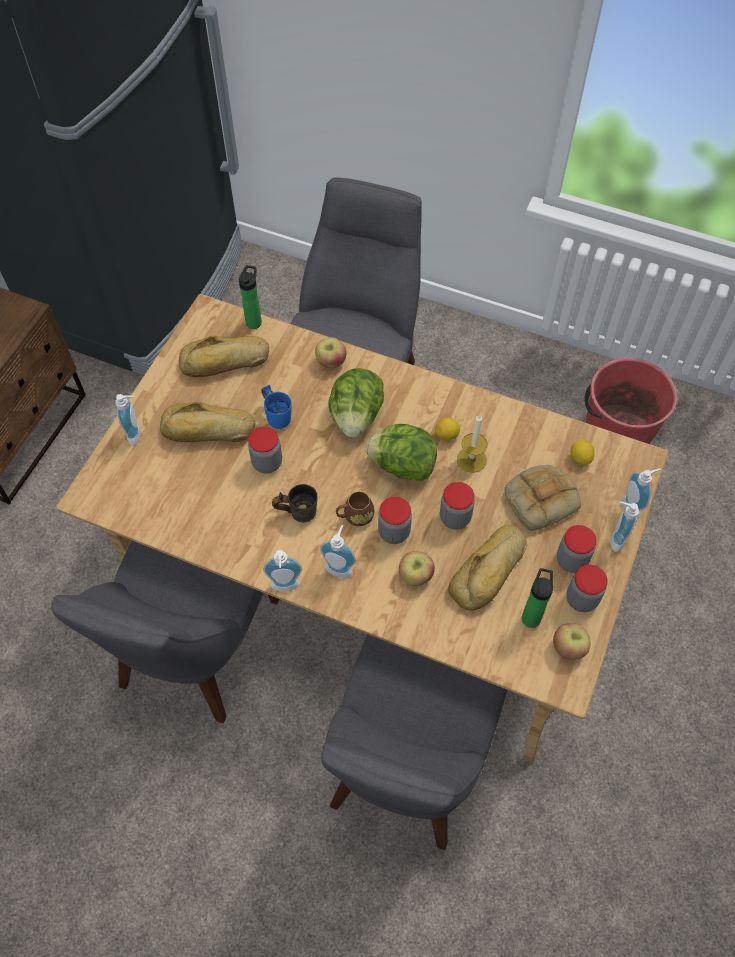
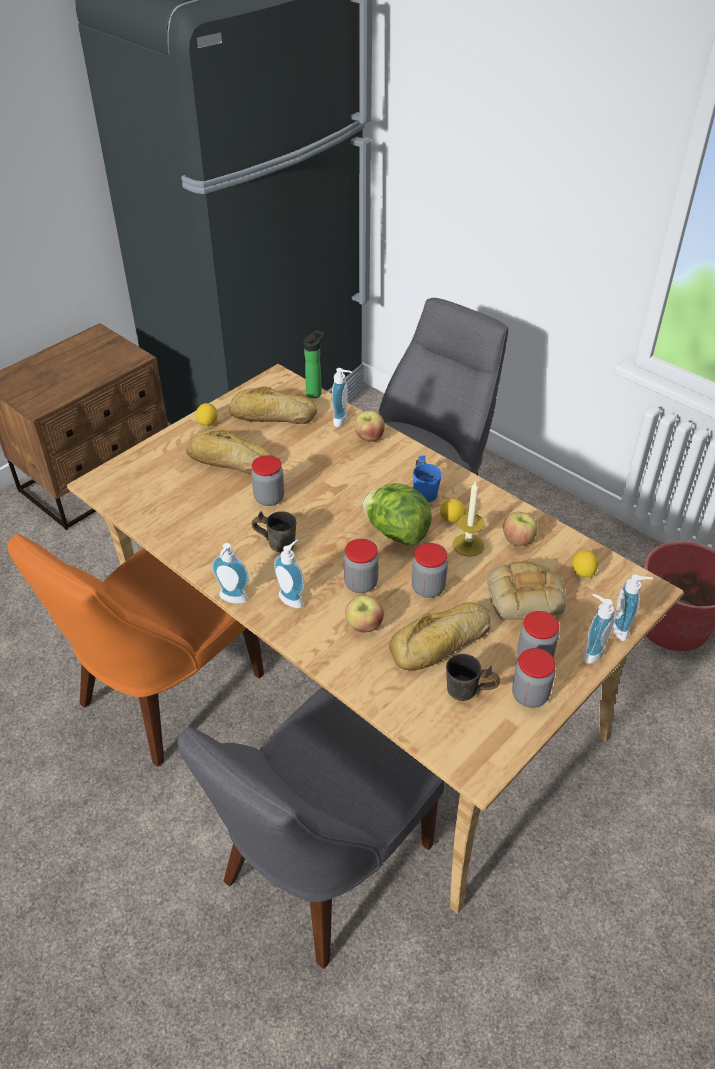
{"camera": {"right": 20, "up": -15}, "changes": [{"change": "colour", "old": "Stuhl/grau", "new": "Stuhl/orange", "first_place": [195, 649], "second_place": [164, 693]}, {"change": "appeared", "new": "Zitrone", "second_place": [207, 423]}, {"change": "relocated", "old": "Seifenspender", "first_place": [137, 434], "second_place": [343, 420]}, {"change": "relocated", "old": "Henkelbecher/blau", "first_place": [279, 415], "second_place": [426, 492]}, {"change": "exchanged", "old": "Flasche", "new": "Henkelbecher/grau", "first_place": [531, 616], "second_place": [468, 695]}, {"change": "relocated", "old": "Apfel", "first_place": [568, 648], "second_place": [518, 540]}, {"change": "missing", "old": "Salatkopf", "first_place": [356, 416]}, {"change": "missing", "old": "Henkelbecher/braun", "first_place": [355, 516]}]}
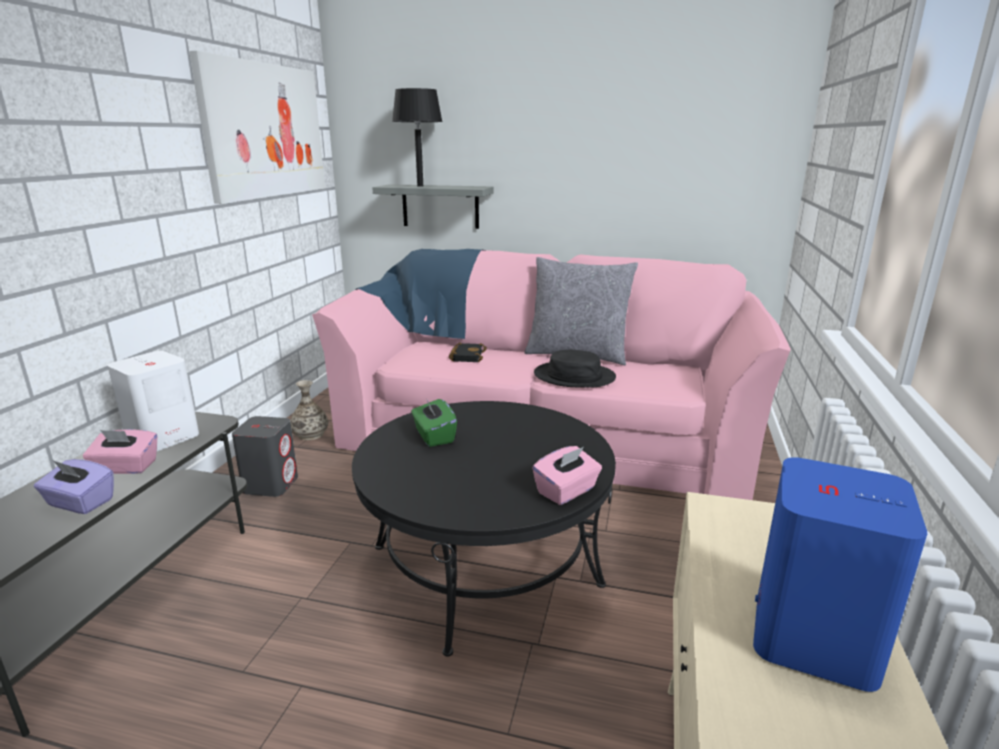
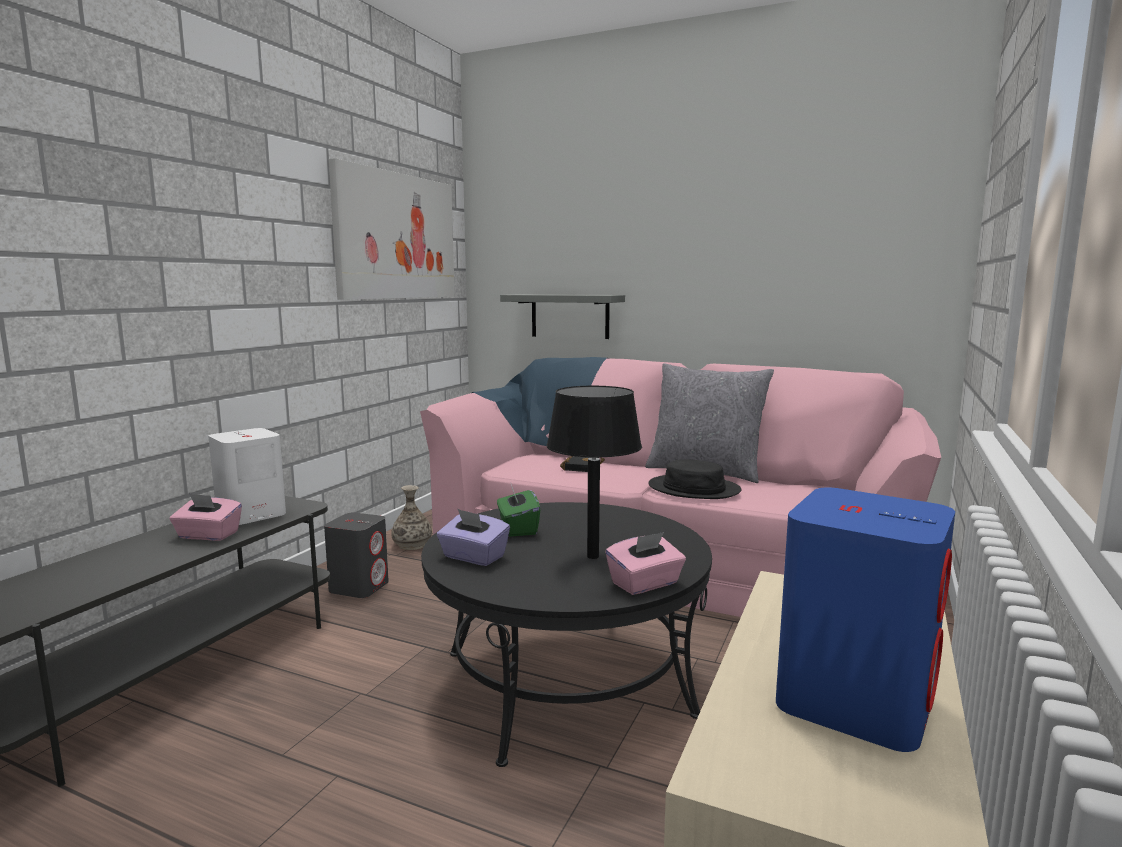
{"camera": {"right": 10, "up": -10}, "changes": [{"change": "relocated", "old": "Taschentuchbox/lila", "first_place": [80, 503], "second_place": [473, 557]}, {"change": "relocated", "old": "Tischlampe/schwarz", "first_place": [420, 186], "second_place": [592, 556]}]}
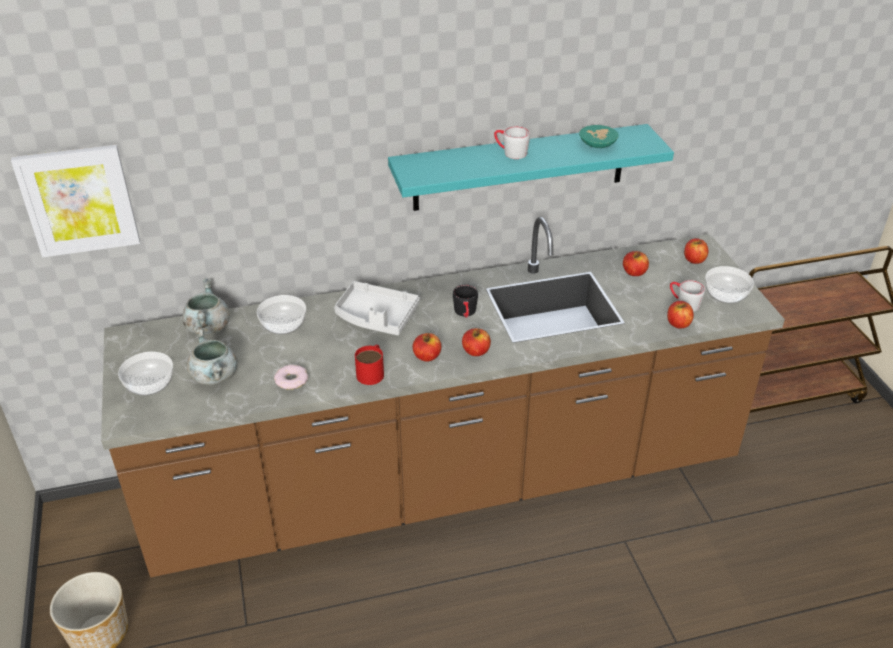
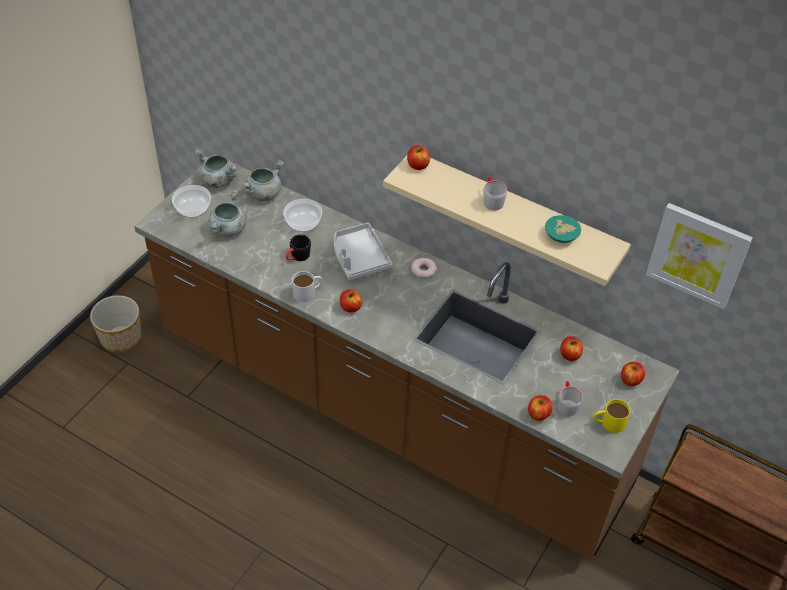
{"camera": {"right": 45, "up": 10}, "changes": [{"change": "appeared", "new": "Kochtopf/grau", "second_place": [217, 181]}, {"change": "relocated", "old": "Henkelbecher/schwarz", "first_place": [466, 313], "second_place": [297, 257]}, {"change": "colour", "old": "Henkelbecher/rot", "new": "Henkelbecher/weiß", "first_place": [372, 371], "second_place": [308, 292]}, {"change": "colour", "old": "Wandregal/türkis", "new": "Wandregal/beige", "first_place": [519, 167], "second_place": [514, 215]}, {"change": "relocated", "old": "Apfel", "first_place": [476, 351], "second_place": [417, 165]}, {"change": "relocated", "old": "Donut", "first_place": [291, 380], "second_place": [423, 270]}, {"change": "exchanged", "old": "Schüssel", "new": "Henkelbecher/gelb", "first_place": [726, 295], "second_place": [608, 423]}, {"change": "relocated", "old": "Bild", "first_place": [78, 200], "second_place": [698, 254]}]}
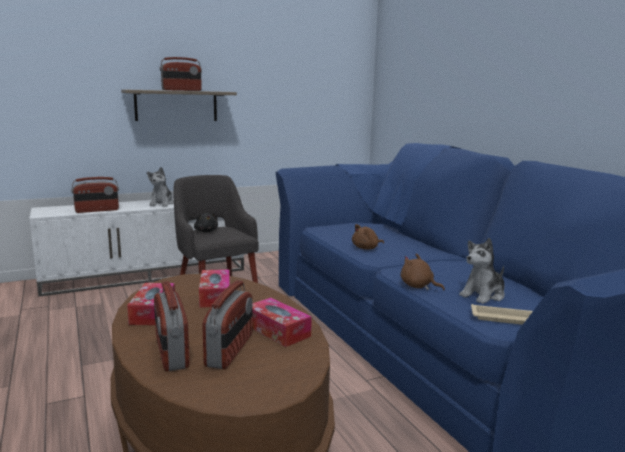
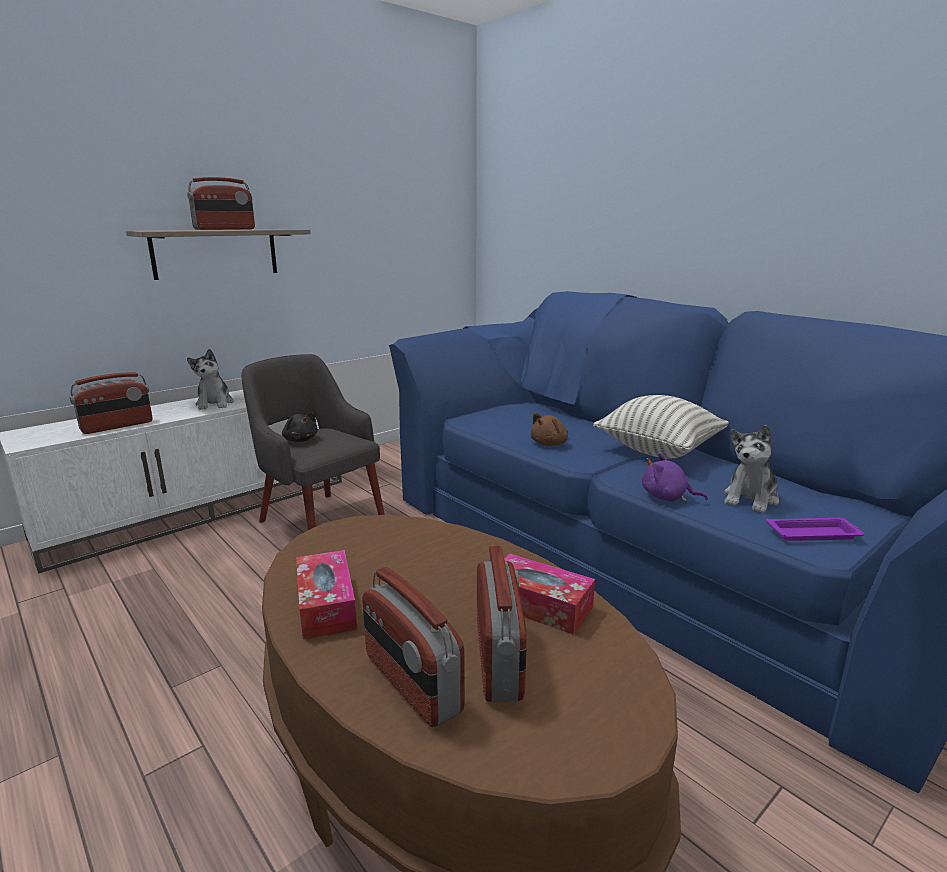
{"camera": {"right": -15, "up": 5}, "changes": [{"change": "appeared", "new": "Kissen", "second_place": [658, 450]}, {"change": "colour", "old": "Plüschtier/braun", "new": "Plüschtier/lila", "first_place": [418, 286], "second_place": [667, 497]}, {"change": "colour", "old": "Tablett/beige", "new": "Tablett/lila", "first_place": [505, 319], "second_place": [814, 534]}, {"change": "missing", "old": "Taschentuchbox", "first_place": [215, 296]}]}
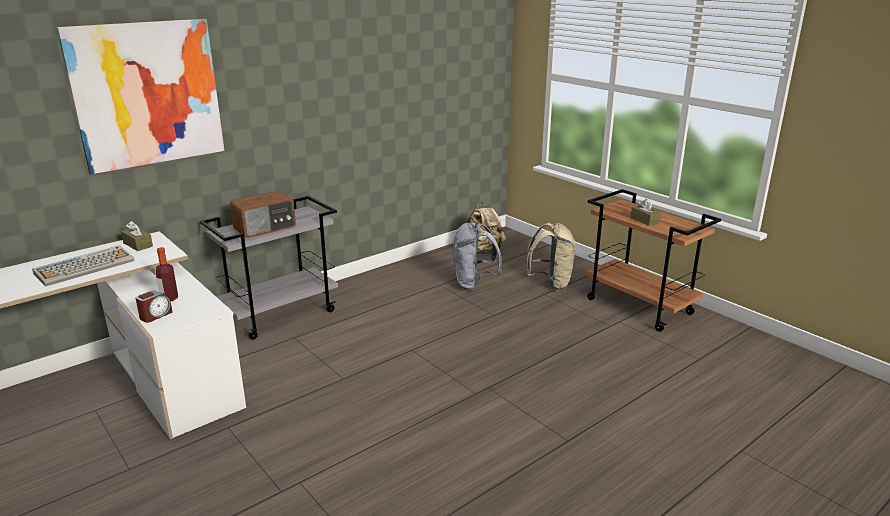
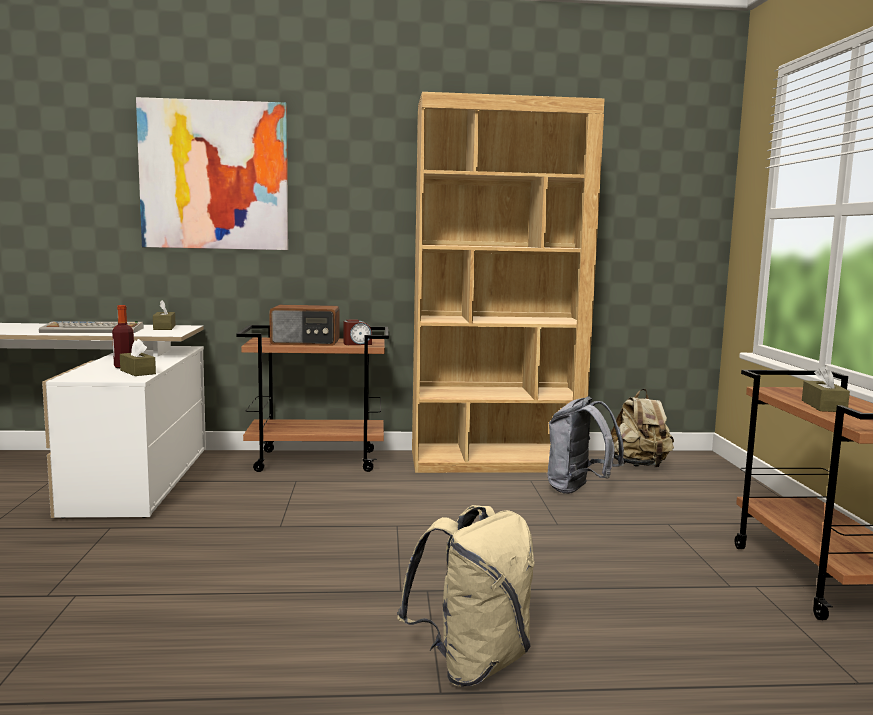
{"camera": {"right": 35, "up": -15}, "changes": [{"change": "appeared", "new": "Taschentuchbox/braun", "second_place": [137, 372]}, {"change": "colour", "old": "Rollwagen/grau", "new": "Rollwagen/braun", "first_place": [281, 314], "second_place": [318, 461]}, {"change": "relocated", "old": "Wecker", "first_place": [155, 315], "second_place": [357, 344]}, {"change": "relocated", "old": "Rucksack/beige", "first_place": [550, 283], "second_place": [472, 664]}, {"change": "appeared", "new": "Bücherregal/braun", "second_place": [495, 462]}]}
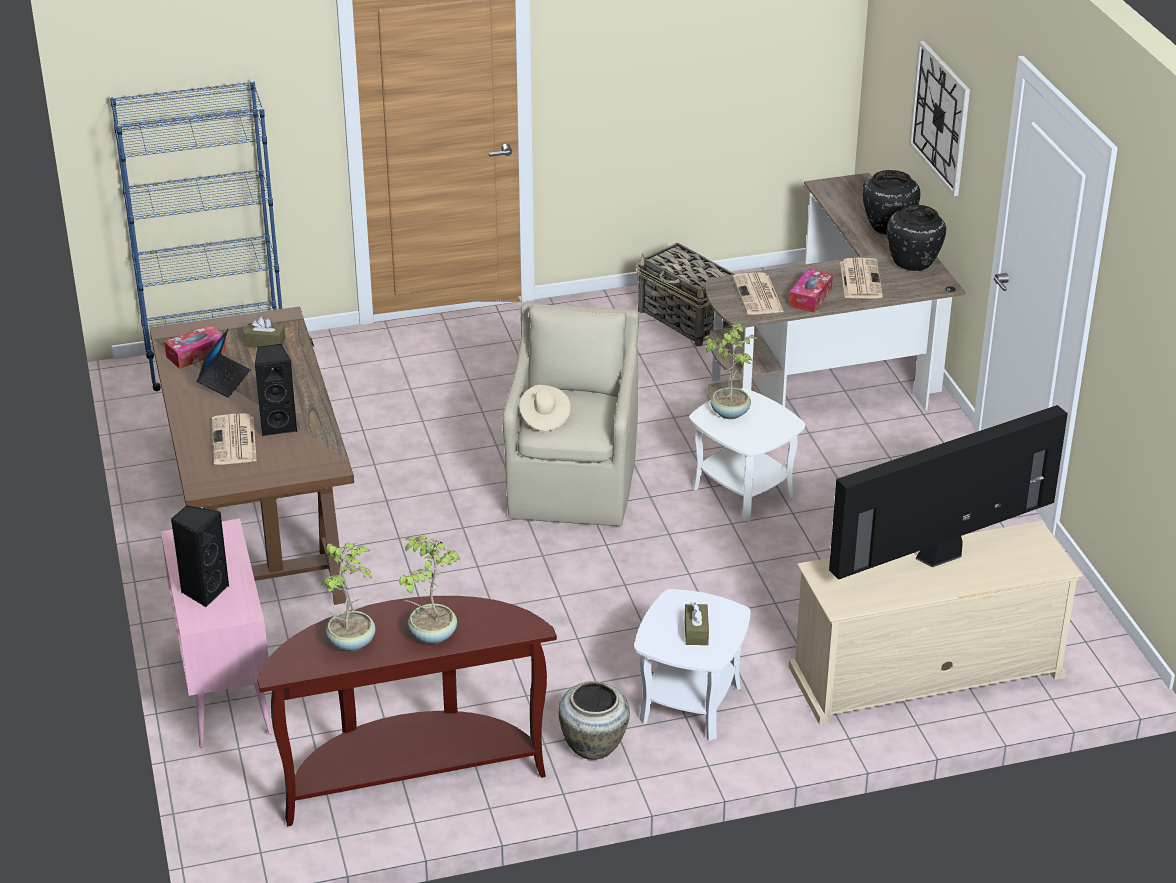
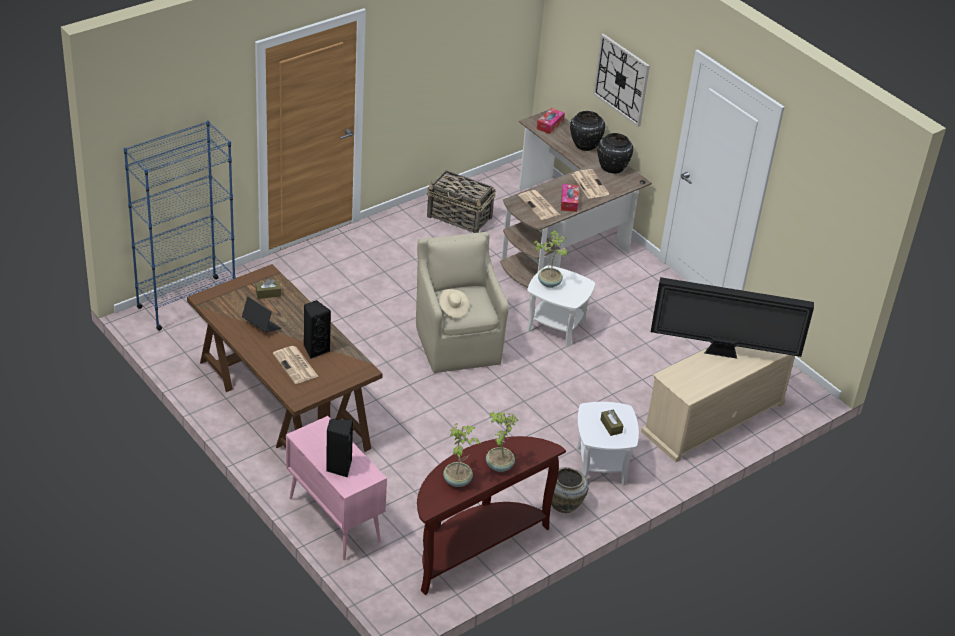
{"camera": {"right": -25, "up": 5}, "changes": [{"change": "spun", "old": "Laptop", "first_place": [224, 381], "second_place": [261, 325], "degrees": -45}, {"change": "relocated", "old": "Taschentuchbox", "first_place": [196, 354], "second_place": [550, 125]}, {"change": "spun", "old": "Fernseher", "first_place": [940, 555], "second_place": [723, 353], "degrees": -120}]}
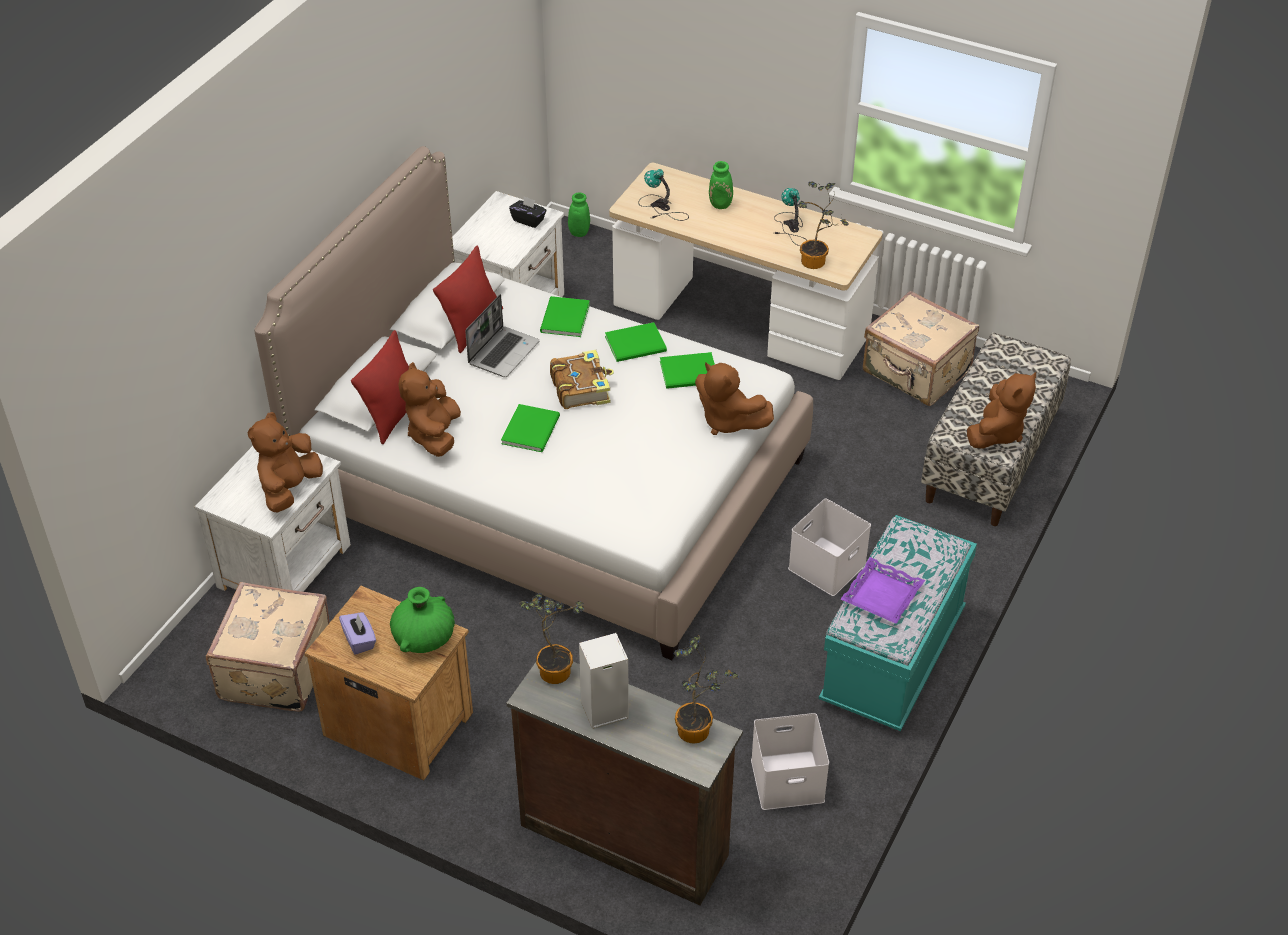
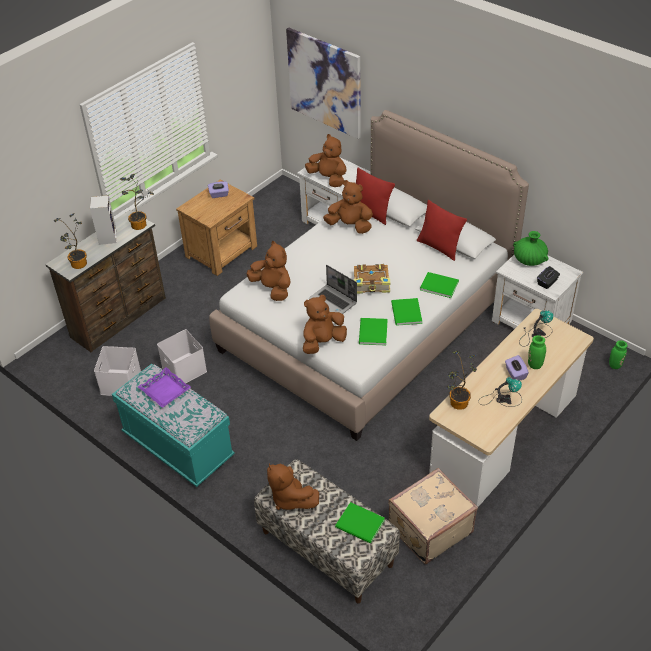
{"camera": {"right": 105, "up": 0}, "changes": [{"change": "relocated", "old": "Aufbewahrungsbox/weiß", "first_place": [827, 567], "second_place": [183, 369]}, {"change": "appeared", "new": "Plüschtier/braun", "second_place": [272, 288]}, {"change": "appeared", "new": "Bild", "second_place": [325, 83]}, {"change": "relocated", "old": "Laptop", "first_place": [503, 352], "second_place": [333, 301]}, {"change": "relocated", "old": "Buch/grün", "first_place": [532, 429], "second_place": [360, 525]}, {"change": "appeared", "new": "Taschentuchbox/lila", "second_place": [515, 374]}, {"change": "relocated", "old": "Vase/grün", "first_place": [423, 638], "second_place": [529, 260]}, {"change": "missing", "old": "Koffer/beige", "first_place": [273, 670]}]}
